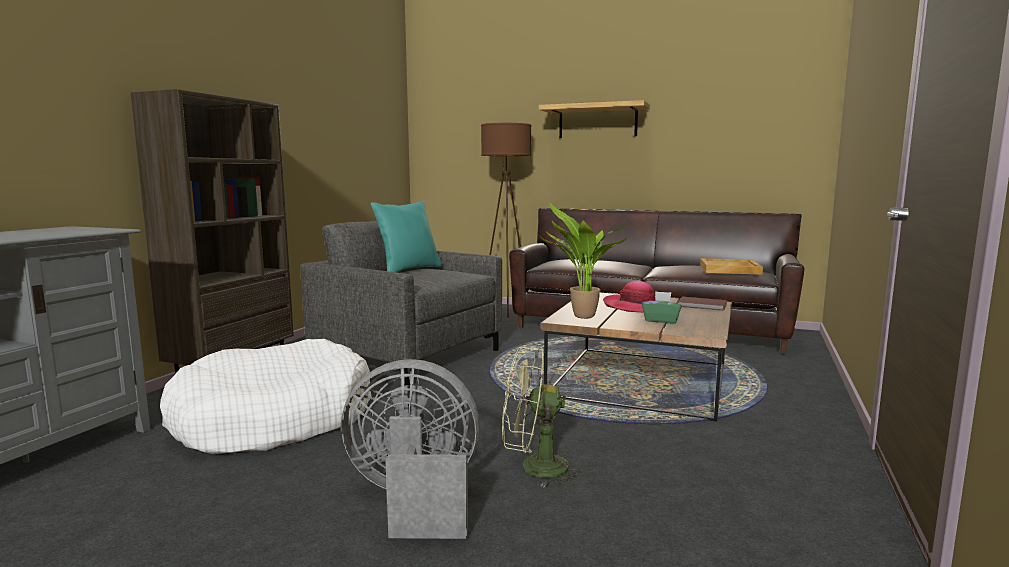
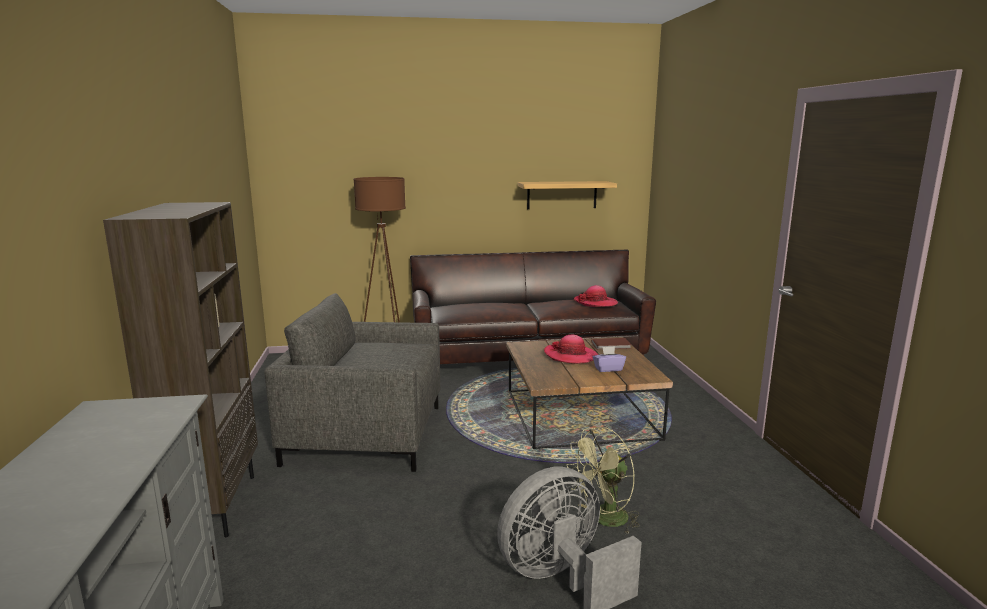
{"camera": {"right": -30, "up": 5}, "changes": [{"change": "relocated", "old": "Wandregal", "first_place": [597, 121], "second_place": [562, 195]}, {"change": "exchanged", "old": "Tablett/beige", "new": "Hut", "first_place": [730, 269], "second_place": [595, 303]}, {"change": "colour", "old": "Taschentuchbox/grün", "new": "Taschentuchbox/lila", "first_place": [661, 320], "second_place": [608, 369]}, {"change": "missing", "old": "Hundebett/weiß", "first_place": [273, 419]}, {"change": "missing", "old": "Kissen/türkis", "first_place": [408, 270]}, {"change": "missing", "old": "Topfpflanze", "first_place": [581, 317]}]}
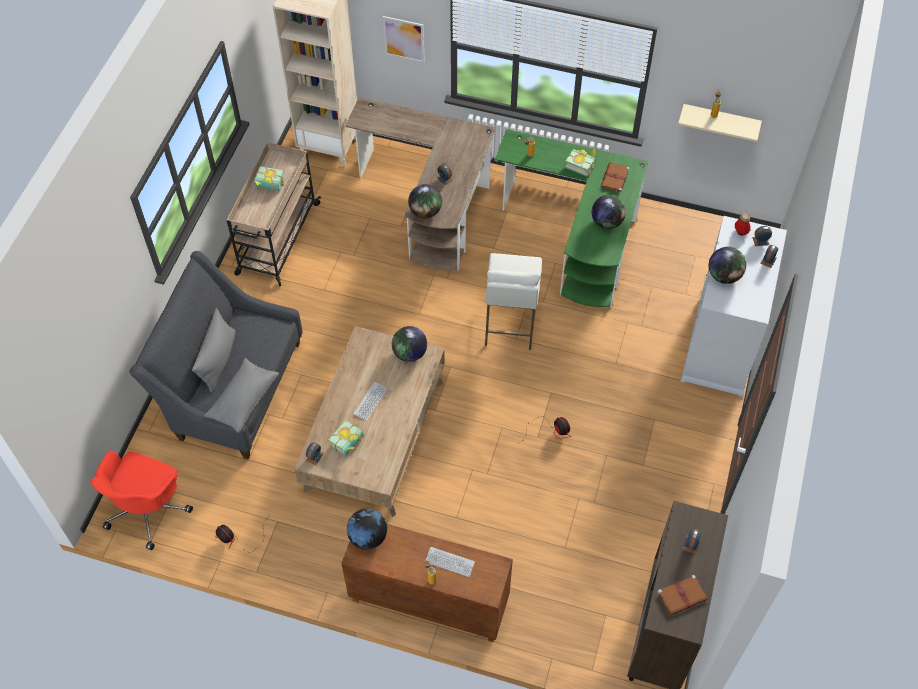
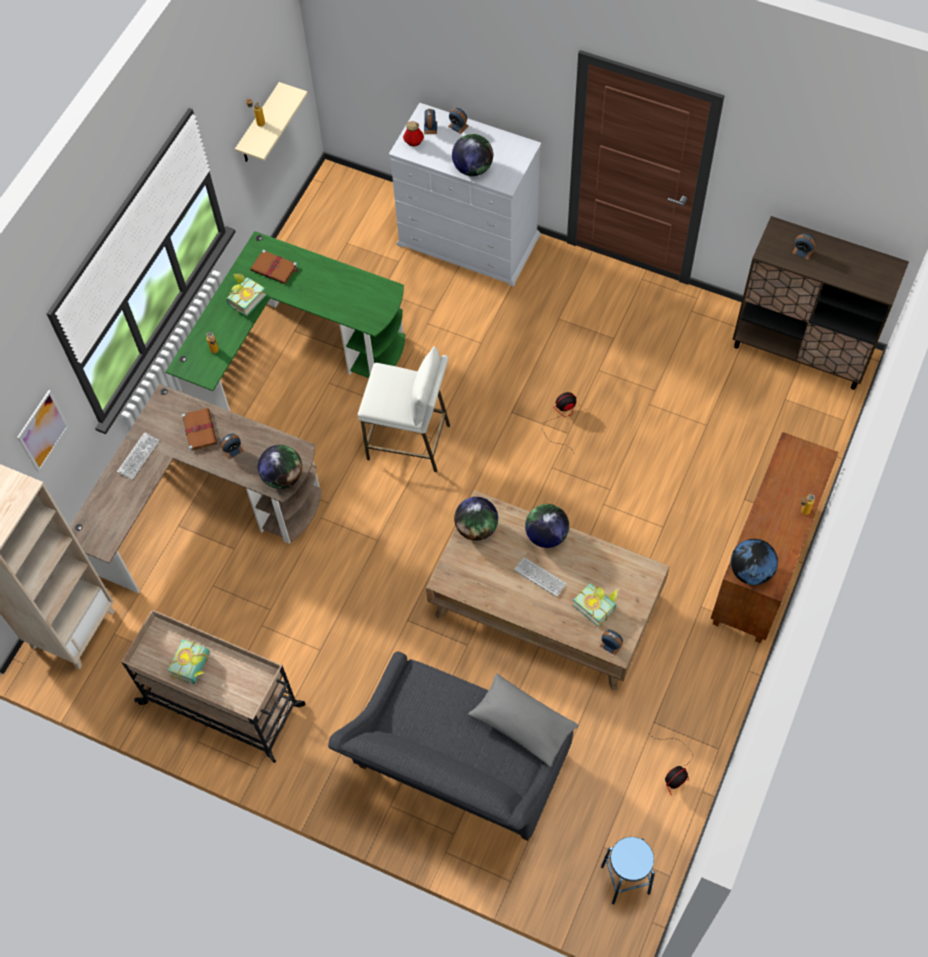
{"camera": {"right": -80, "up": 5}, "changes": [{"change": "relocated", "old": "Tastatur", "first_place": [449, 562], "second_place": [138, 456]}, {"change": "relocated", "old": "Buch/braun", "first_place": [682, 595], "second_place": [199, 429]}, {"change": "relocated", "old": "Globus", "first_place": [606, 222], "second_place": [546, 535]}, {"change": "exchanged", "old": "Bürostuhl/rot", "new": "Hocker/blau", "first_place": [148, 509], "second_place": [625, 880]}, {"change": "missing", "old": "Kissen/grau", "first_place": [218, 360]}]}
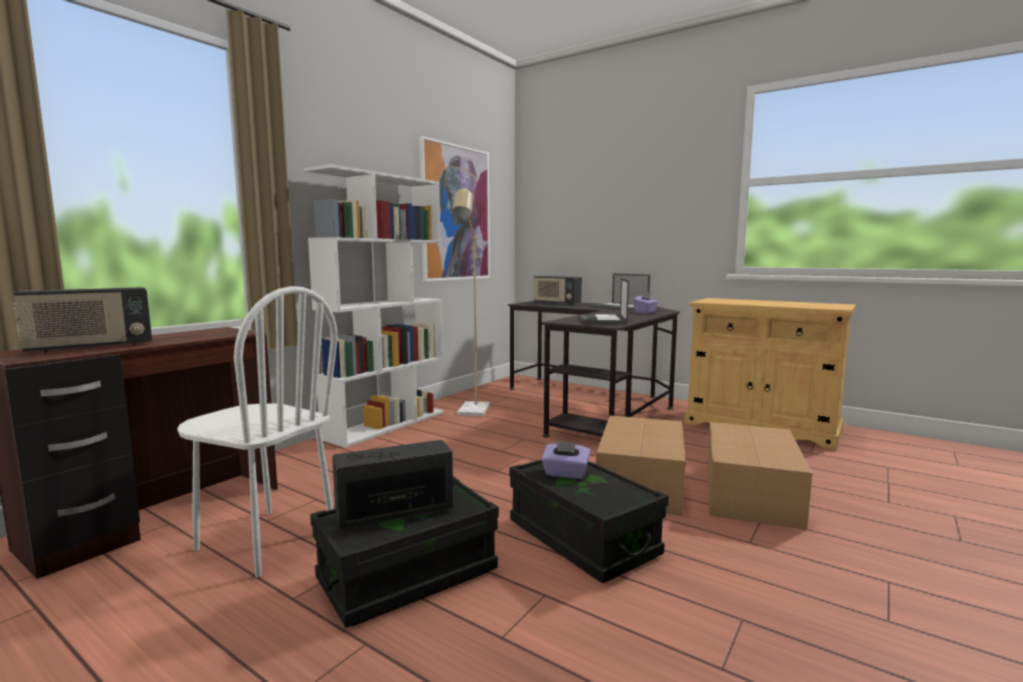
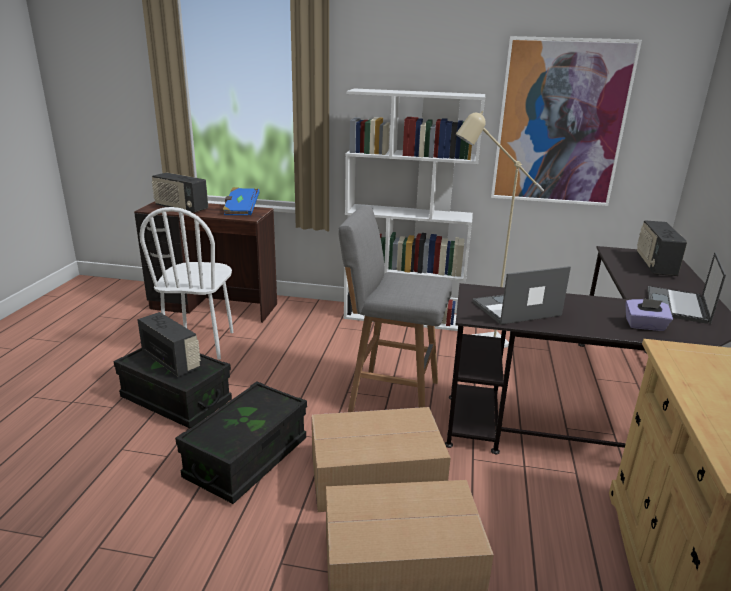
{"camera": {"right": 65, "up": 15}, "changes": [{"change": "appeared", "new": "Buch/blau", "second_place": [241, 210]}, {"change": "appeared", "new": "Hocker/grau", "second_place": [390, 395]}, {"change": "missing", "old": "Taschentuchbox/lila", "first_place": [565, 474]}]}
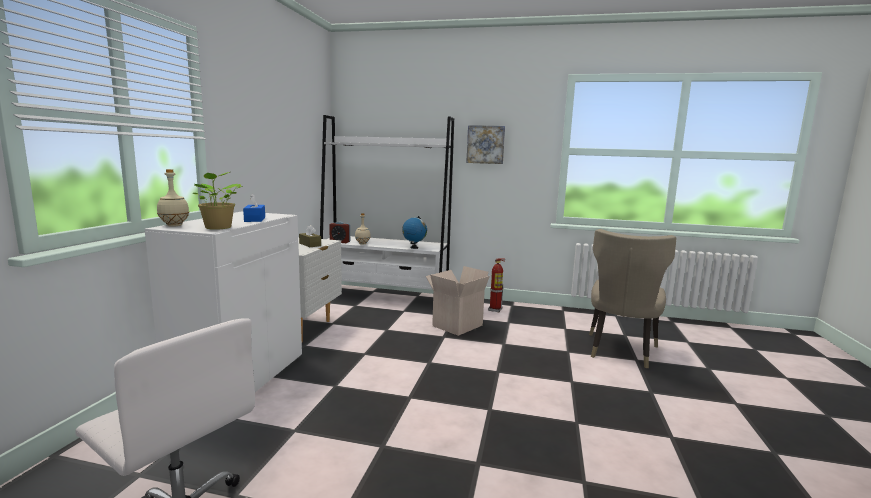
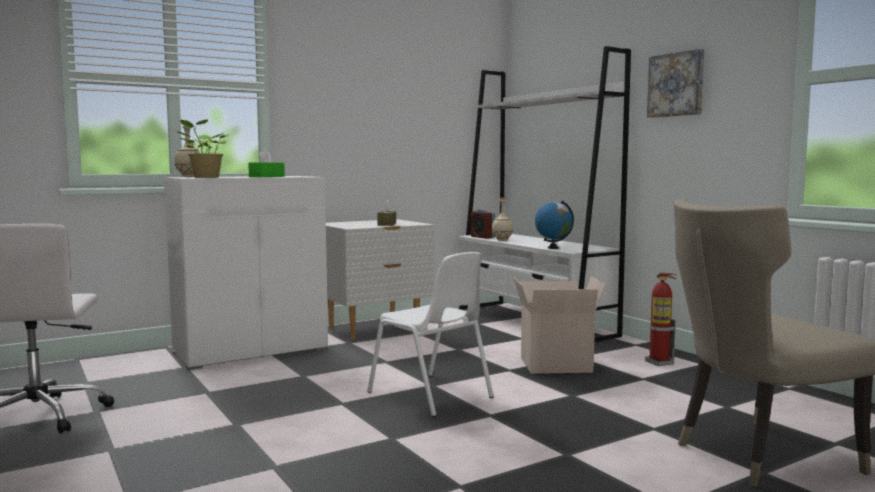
{"camera": {"right": 45, "up": -5}, "changes": [{"change": "colour", "old": "Taschentuchbox/blau", "new": "Taschentuchbox/grün", "first_place": [255, 219], "second_place": [267, 176]}, {"change": "appeared", "new": "Stuhl/weiß", "second_place": [431, 395]}]}
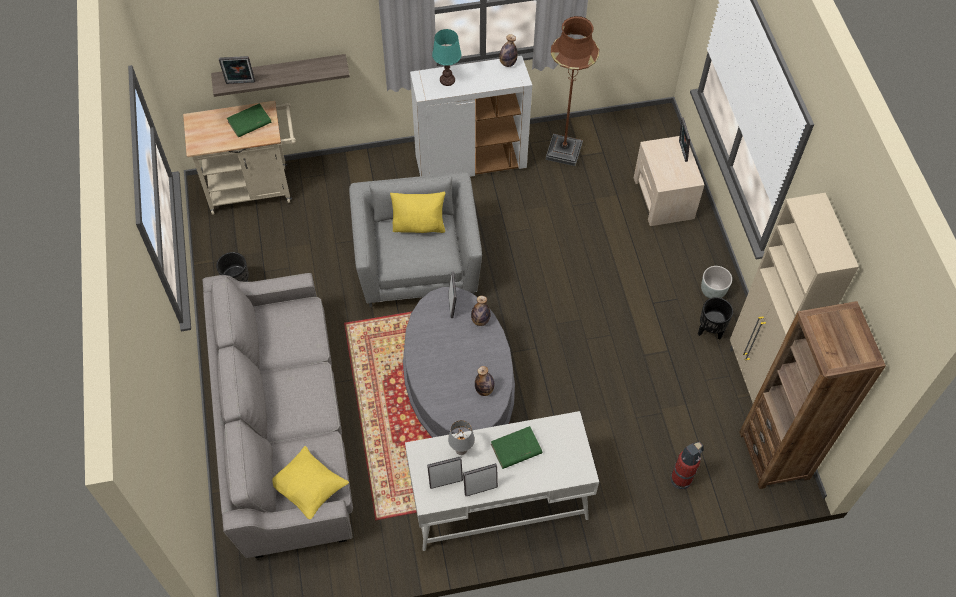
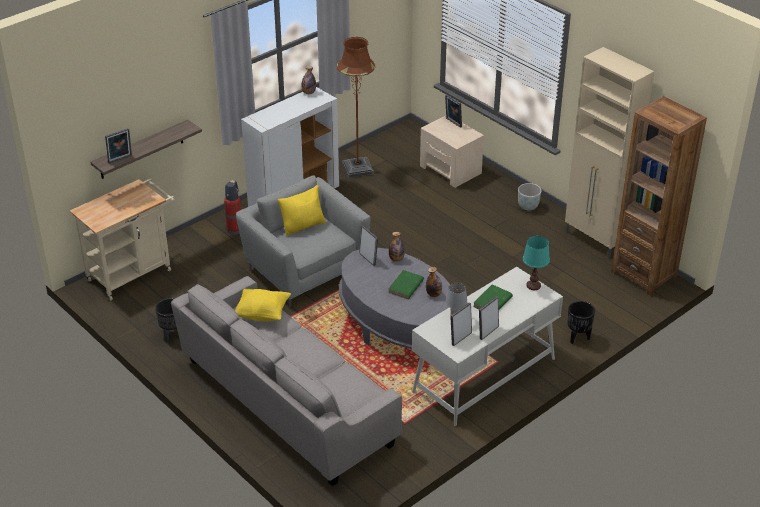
{"camera": {"right": -30, "up": -20}, "changes": [{"change": "relocated", "old": "Feuerlöscher", "first_place": [682, 478], "second_place": [235, 229]}, {"change": "relocated", "old": "Kissen/gelb", "first_place": [309, 488], "second_place": [262, 314]}, {"change": "relocated", "old": "Buch/grün", "first_place": [249, 122], "second_place": [405, 287]}, {"change": "relocated", "old": "Tischlampe/türkis", "first_place": [447, 80], "second_place": [533, 286]}, {"change": "relocated", "old": "Pflanzkübel/schwarz", "first_place": [710, 331], "second_place": [578, 337]}]}
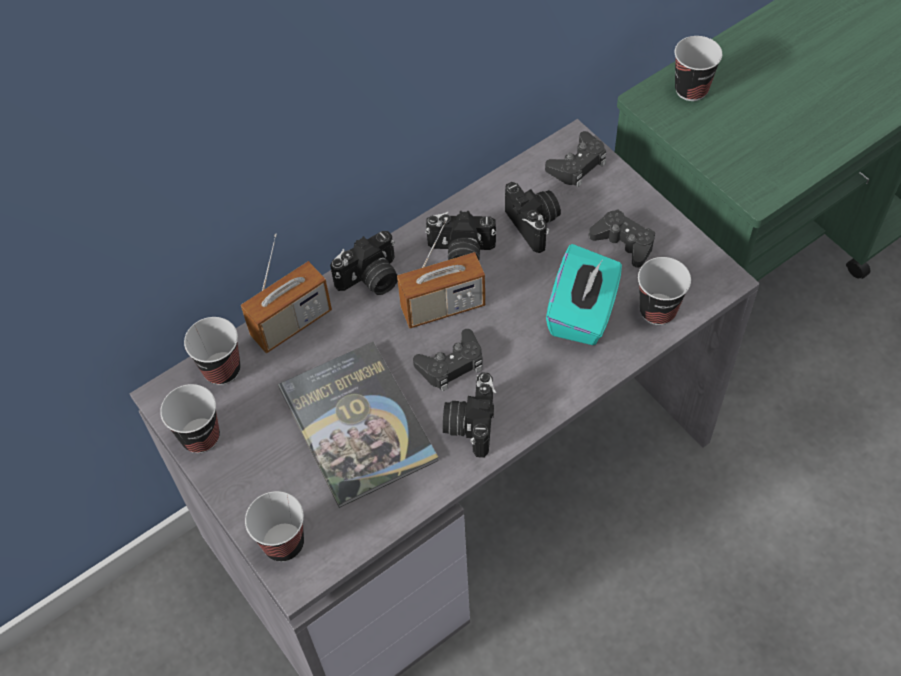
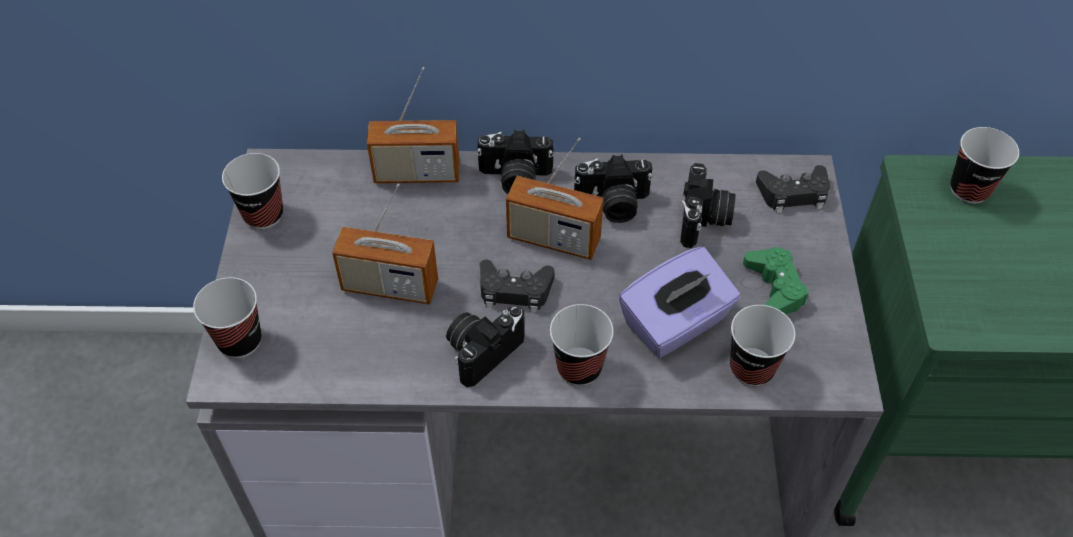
{"camera": {"right": 35, "up": -5}, "changes": [{"change": "exchanged", "old": "Buch", "new": "Radio", "first_place": [357, 424], "second_place": [390, 286]}, {"change": "relocated", "old": "Tasse", "first_place": [222, 369], "second_place": [579, 368]}, {"change": "spun", "old": "Kamera", "first_place": [461, 253], "second_place": [612, 204], "degrees": -45}, {"change": "colour", "old": "Taschentuchbox/türkis", "new": "Taschentuchbox/lila", "first_place": [582, 313], "second_place": [676, 323]}, {"change": "colour", "old": "Gamepad/schwarz", "new": "Gamepad/grün", "first_place": [623, 242], "second_place": [775, 287]}]}
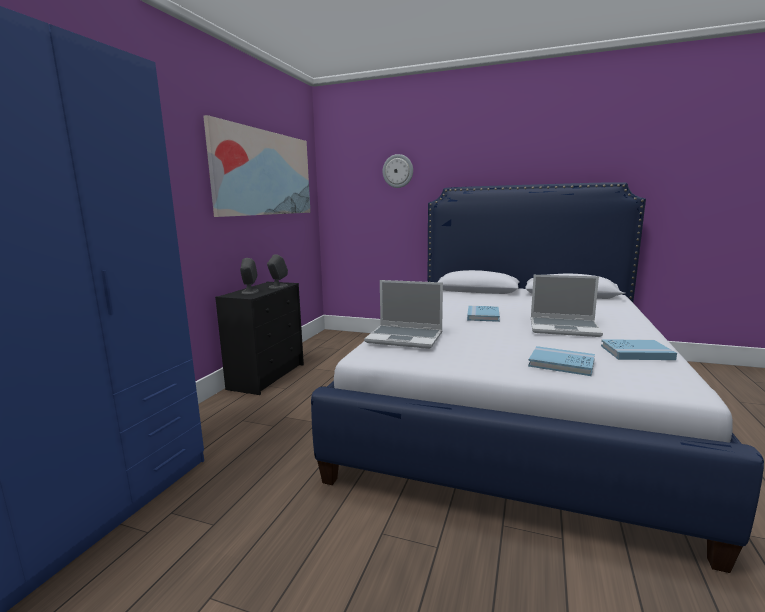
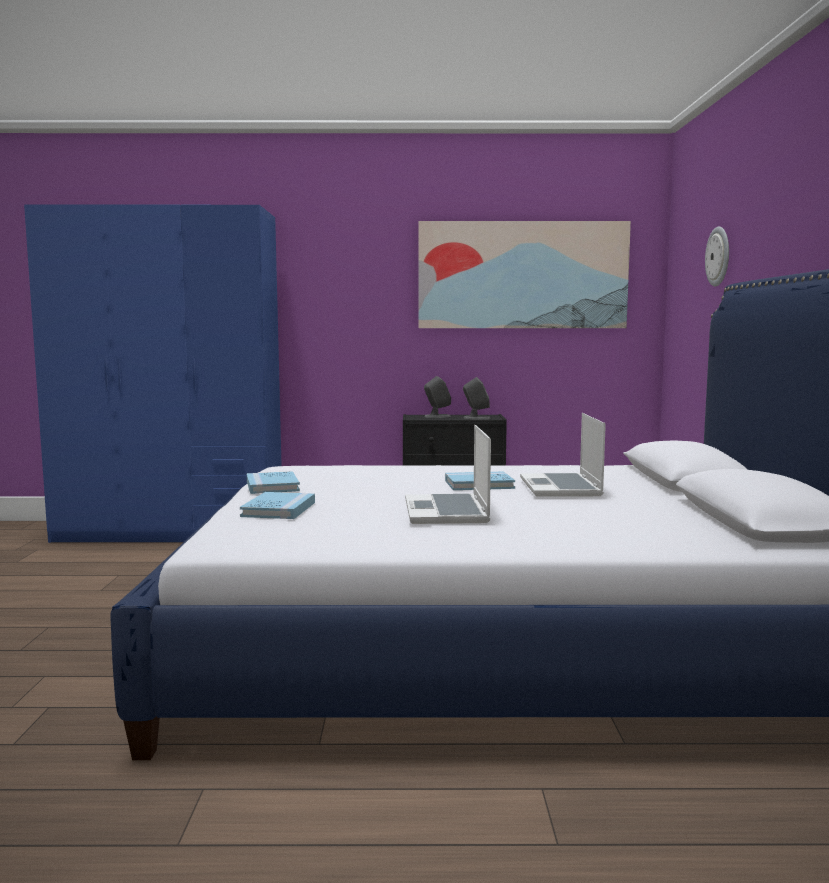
{"camera": {"right": 70, "up": -5}, "changes": [{"change": "relocated", "old": "Buch/blau", "first_place": [636, 352], "second_place": [272, 486]}, {"change": "relocated", "old": "Laptop", "first_place": [406, 338], "second_place": [561, 488]}]}
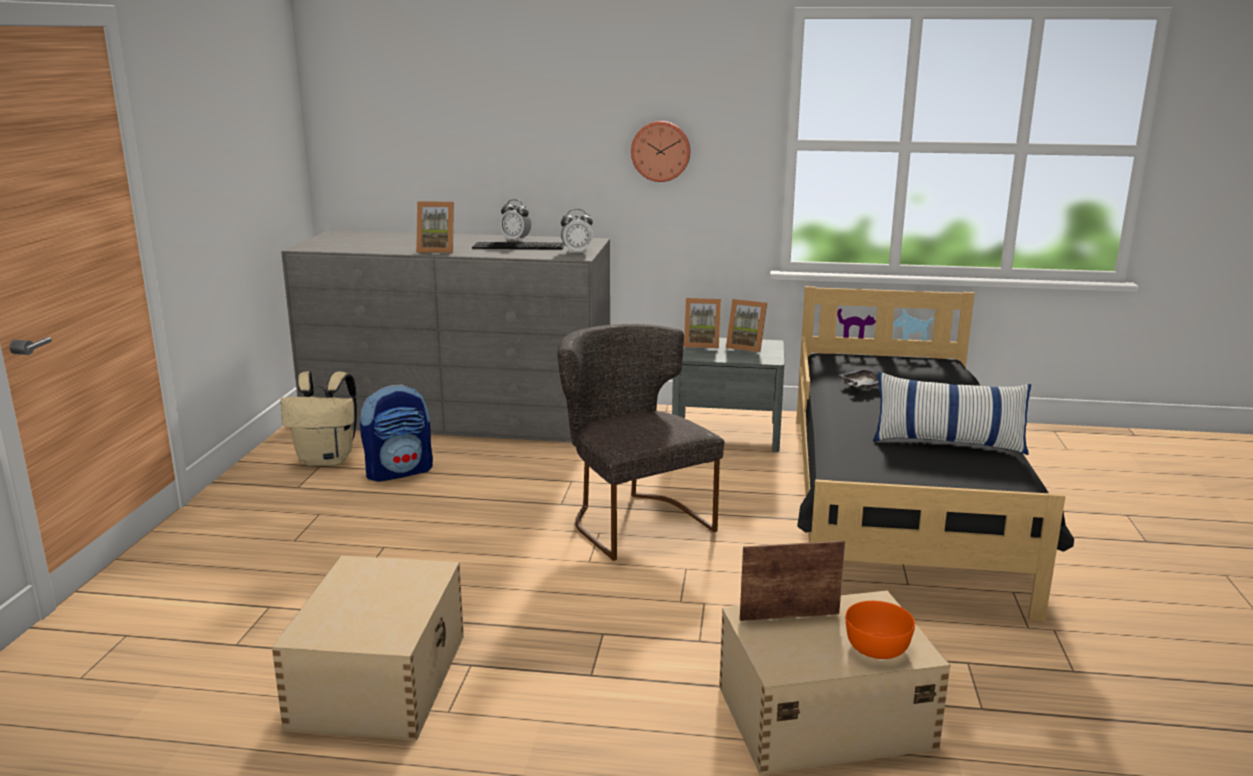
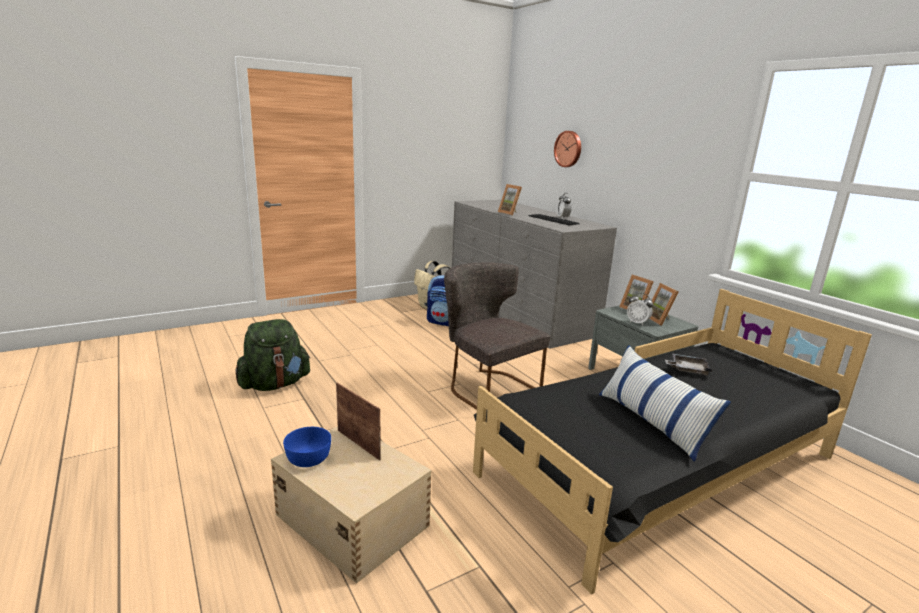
{"camera": {"right": 50, "up": 0}, "changes": [{"change": "exchanged", "old": "Aufbewahrungsbox/beige", "new": "Rucksack/grün", "first_place": [381, 679], "second_place": [275, 384]}, {"change": "appeared", "new": "Schüssel/blau", "second_place": [309, 458]}, {"change": "spun", "old": "Stuhl/grau", "first_place": [633, 520], "second_place": [487, 387], "degrees": -60}, {"change": "relocated", "old": "Wanduhr", "first_place": [661, 151], "second_place": [568, 149]}, {"change": "relocated", "old": "Wecker", "first_place": [577, 252], "second_place": [637, 323]}, {"change": "missing", "old": "Schüssel/orange", "first_place": [876, 647]}]}
